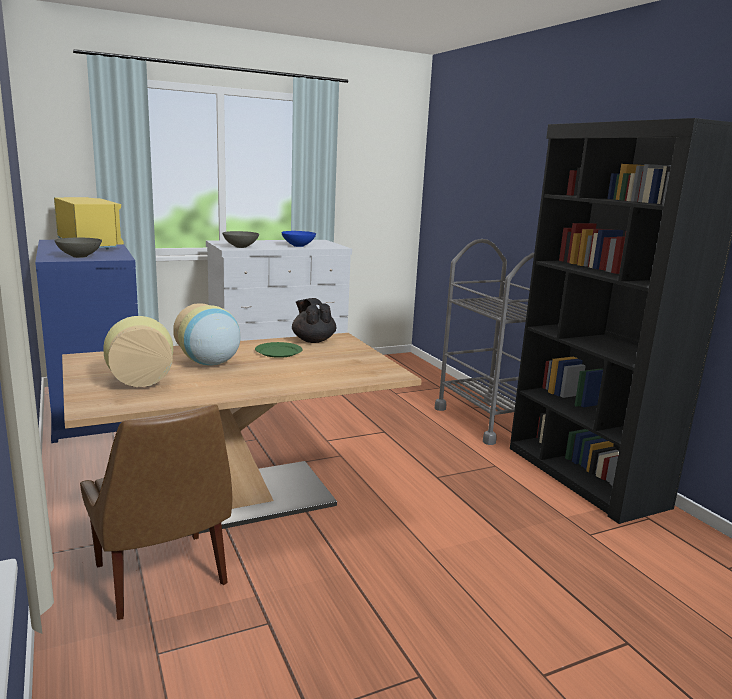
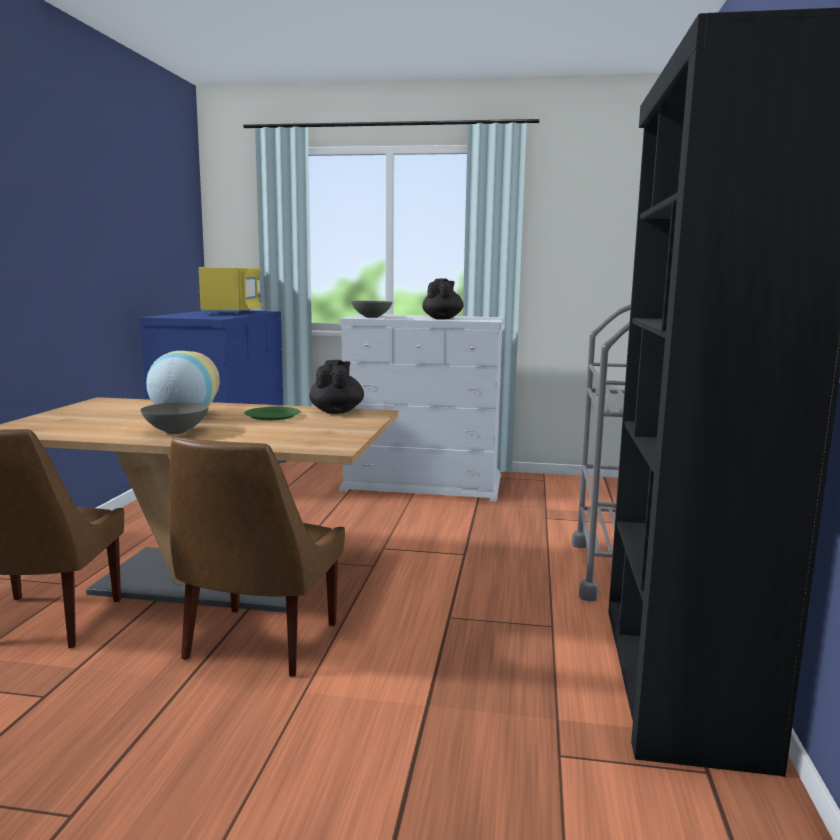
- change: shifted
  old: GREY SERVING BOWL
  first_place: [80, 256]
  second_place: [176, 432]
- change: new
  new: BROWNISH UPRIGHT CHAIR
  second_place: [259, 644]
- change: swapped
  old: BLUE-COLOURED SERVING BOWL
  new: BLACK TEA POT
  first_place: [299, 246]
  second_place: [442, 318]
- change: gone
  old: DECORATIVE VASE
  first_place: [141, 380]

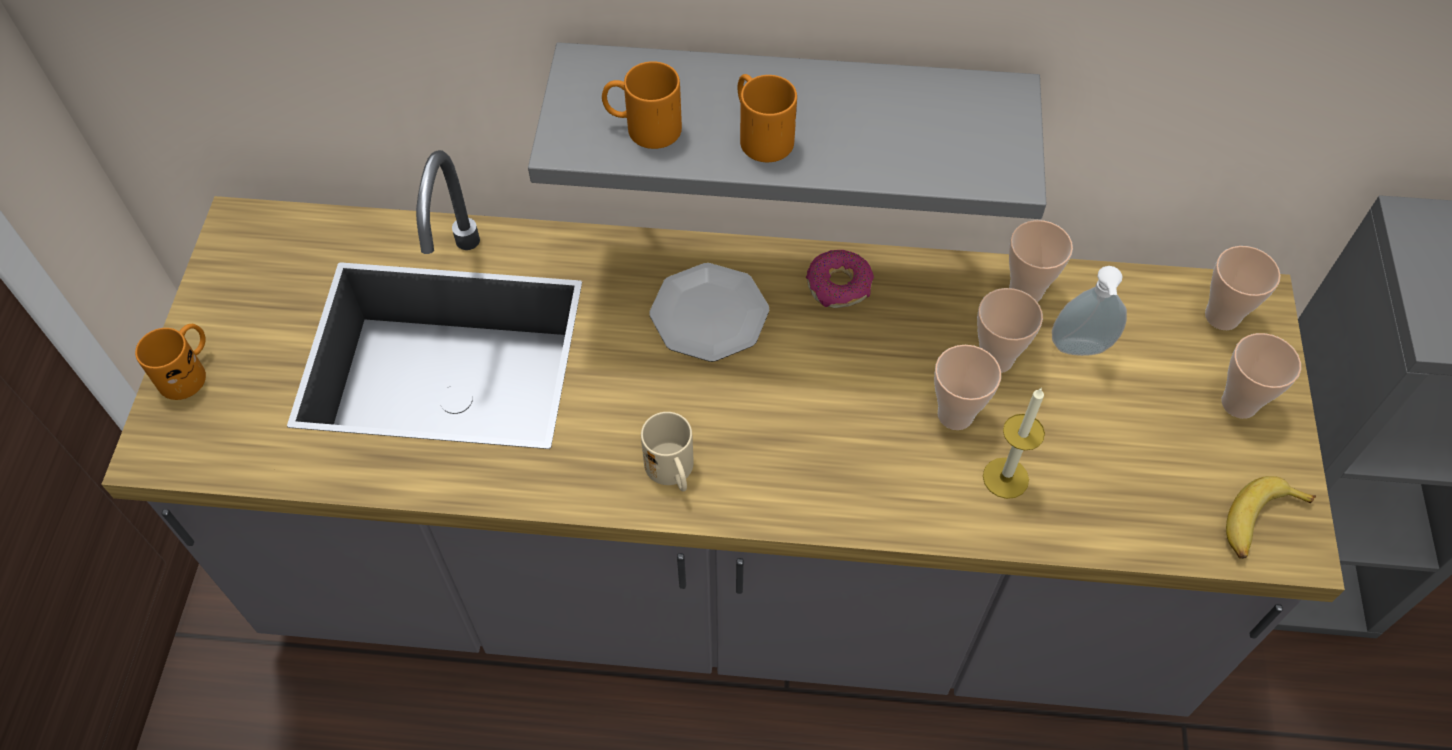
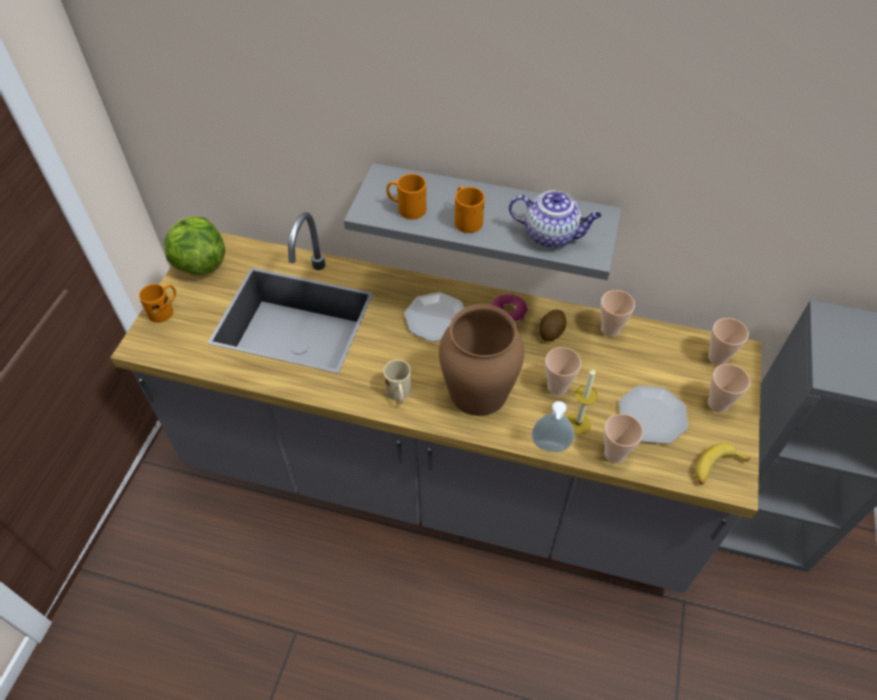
- change: new
  new: HEAD OF LETTUCE
  second_place: [200, 263]
- change: new
  new: BROWNISH DECORATIVE VASE
  second_place: [478, 391]
- change: new
  new: TEA POT
  second_place: [551, 235]
- change: shifted
  old: SOAP BOTTLE
  first_place: [1080, 350]
  second_place: [549, 448]
- change: new
  new: WHOLE POTATO
  second_place: [551, 331]
- change: shifted
  old: SMALL CUP
  first_place: [996, 358]
  second_place: [614, 454]
- change: new
  new: PLATE
  second_place: [653, 416]

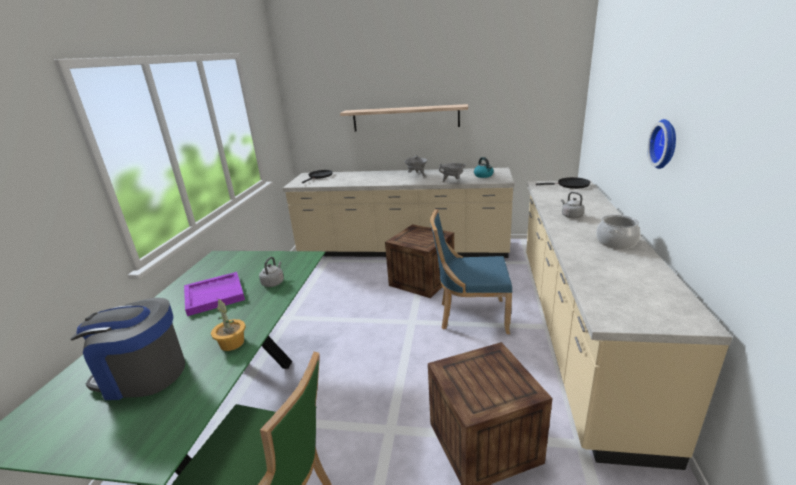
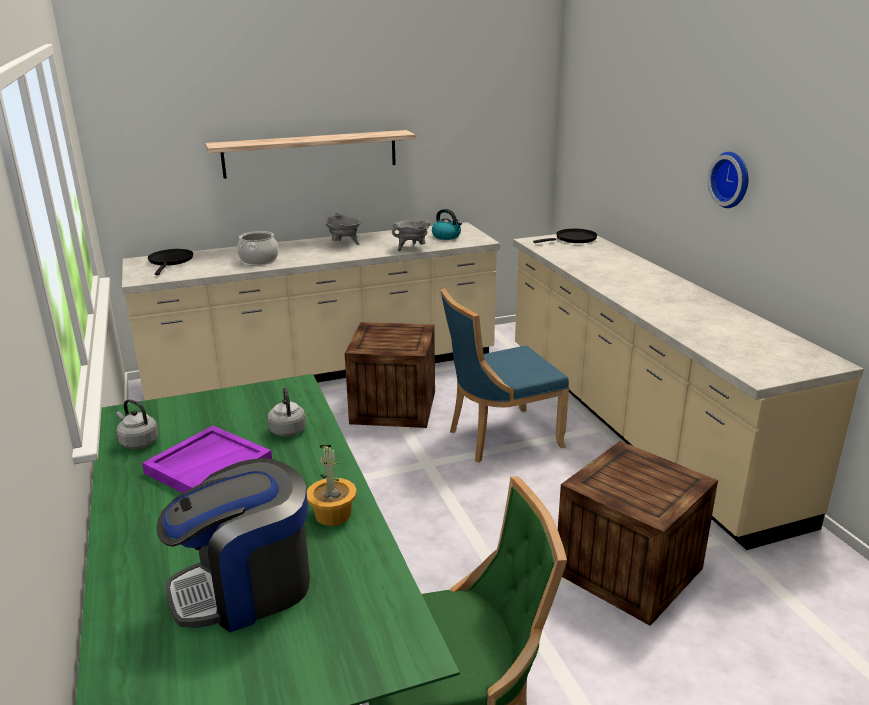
- change: shifted
  old: GREY KETTLE
  first_place: [571, 216]
  second_place: [138, 442]
- change: shifted
  old: STOCKPOT
  first_place: [616, 242]
  second_place: [259, 259]

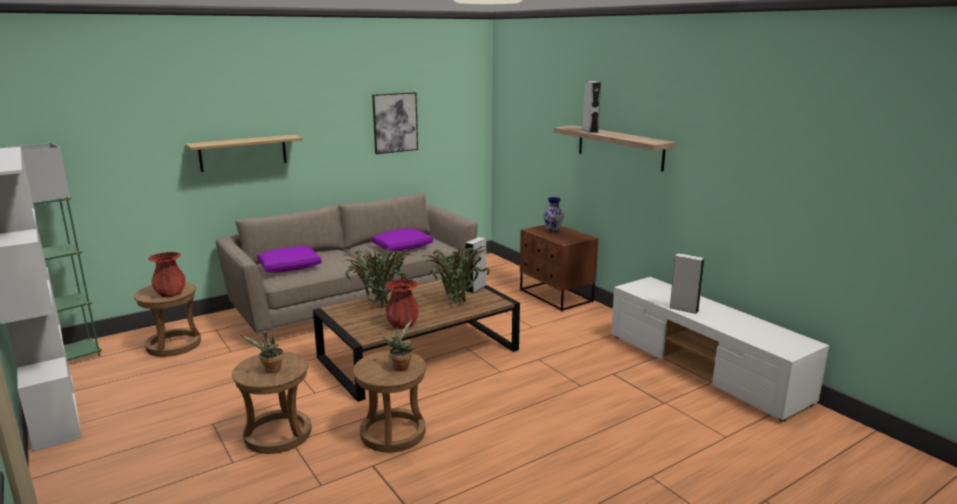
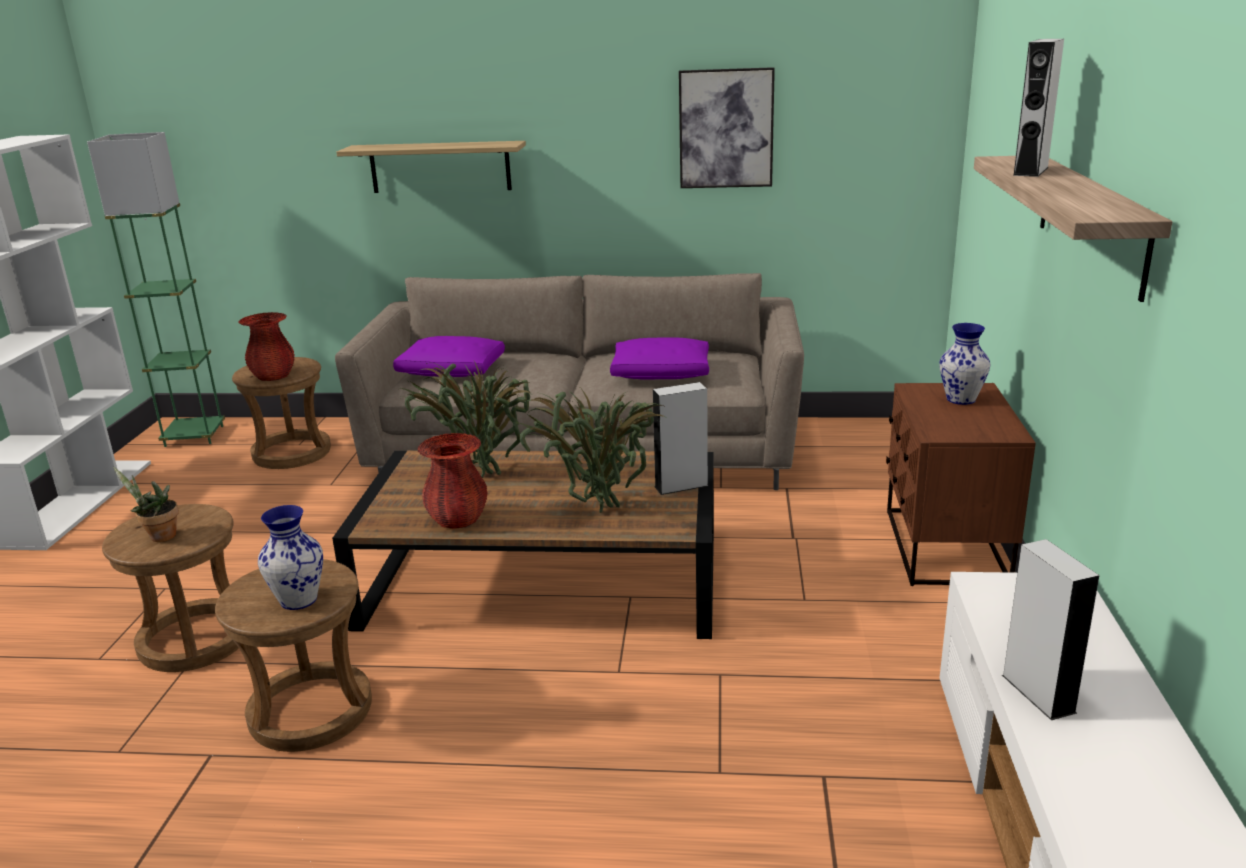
- change: swapped
  old: POTTED PLANT
  new: DECORATIVE VASE
  first_place: [401, 367]
  second_place: [297, 600]

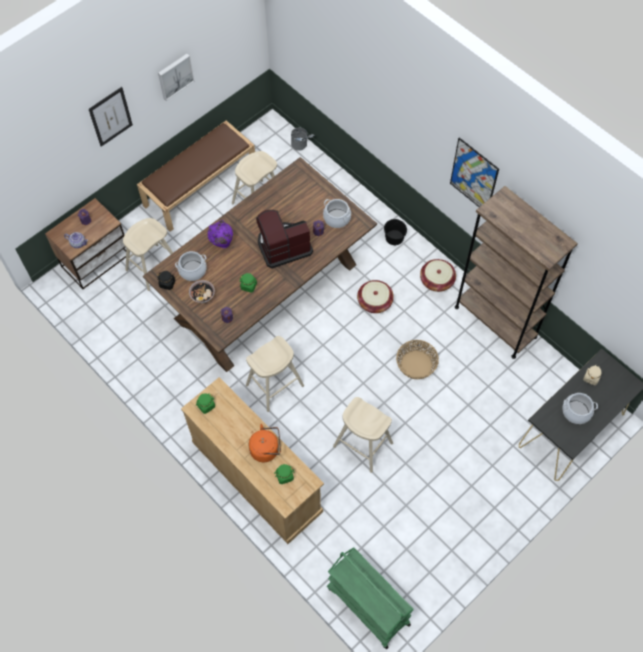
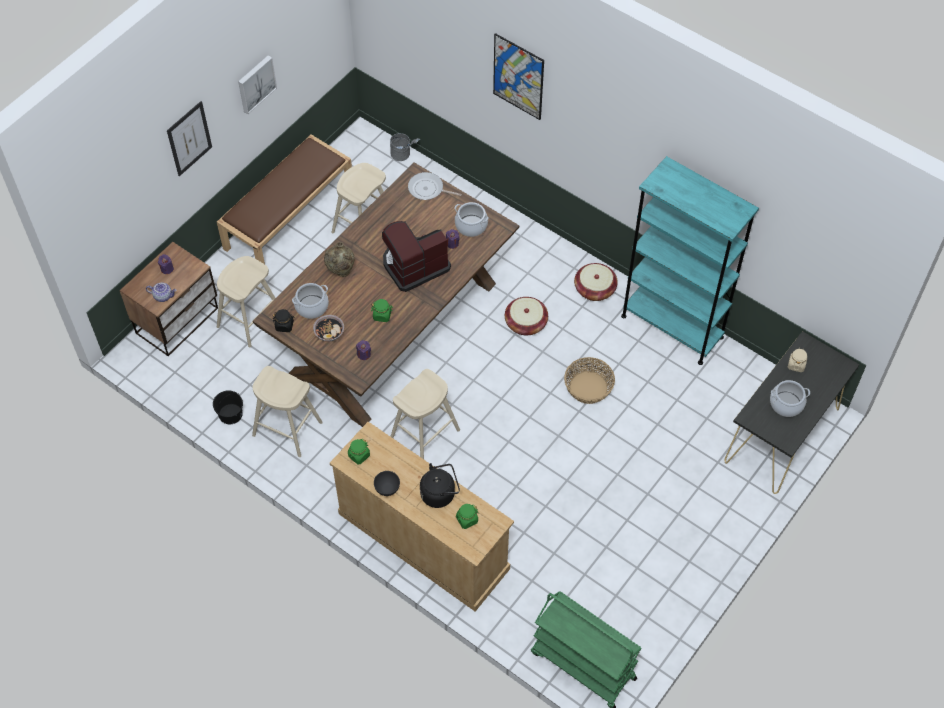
- change: shifted
  old: BLACK BUCKET
  first_place: [394, 237]
  second_place: [231, 414]
- change: shifted
  old: BEIGE SITTING STOOL
  first_place: [363, 445]
  second_place: [287, 429]
- change: repainted
  old: PURPLE DECORATIVE VASE
  new: BEIGE DECORATIVE VASE
  first_place: [222, 244]
  second_place: [341, 272]
- change: new
  new: GREY SERVING BOWL
  second_place: [387, 489]
- change: new
  new: FRYING PAN
  second_place: [428, 189]
- change: repainted
  old: ORANGE-COLOURED KETTLE
  new: BLACK KETTLE
  first_place: [266, 449]
  second_place: [440, 493]
- change: shifted
  old: WALL ART
  first_place: [474, 176]
  second_place: [518, 76]
- change: repainted
  old: BROWNISH BOOKSHELF
  new: TURQUOISE BOOKSHELF
  first_place: [495, 322]
  second_place: [672, 326]

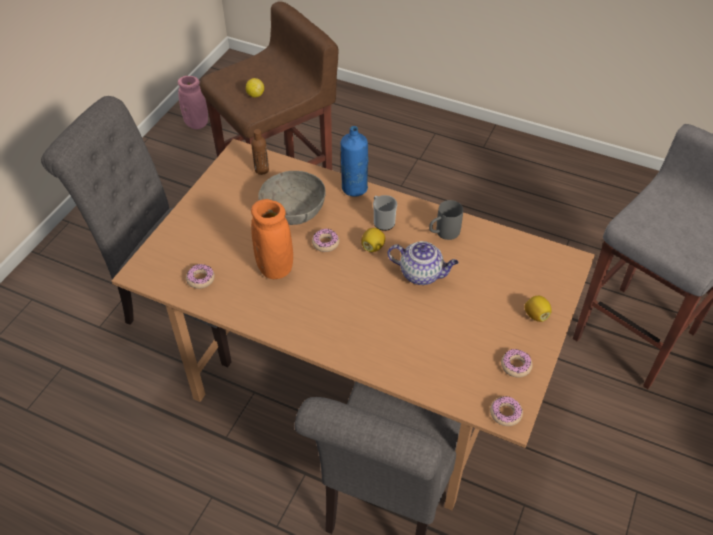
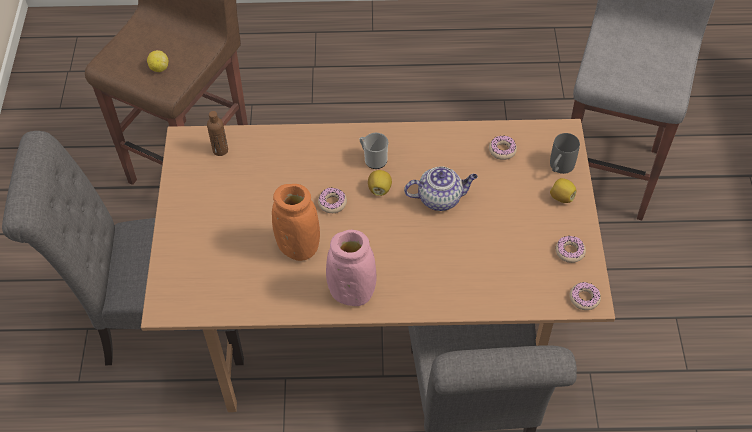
- change: shifted
  old: PINK-COLOURED DECORATIVE VASE
  first_place: [196, 123]
  second_place: [352, 292]
- change: shifted
  old: RING DOUGHNUT
  first_place: [200, 279]
  second_place: [502, 150]
- change: shifted
  old: GREY COFFEE MUG
  first_place: [443, 233]
  second_place: [559, 168]
- change: gone
  old: GREY SERVING BOWL
  first_place: [293, 211]
- change: gone
  old: BLUE-COLOURED BOTTLE
  first_place: [354, 188]

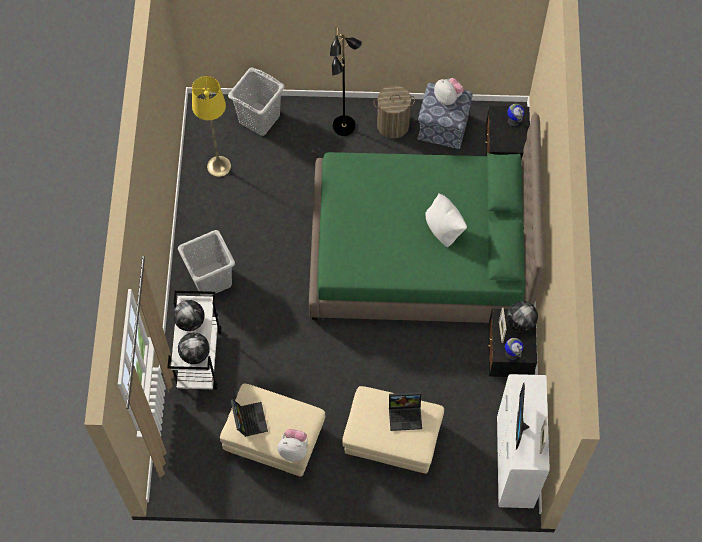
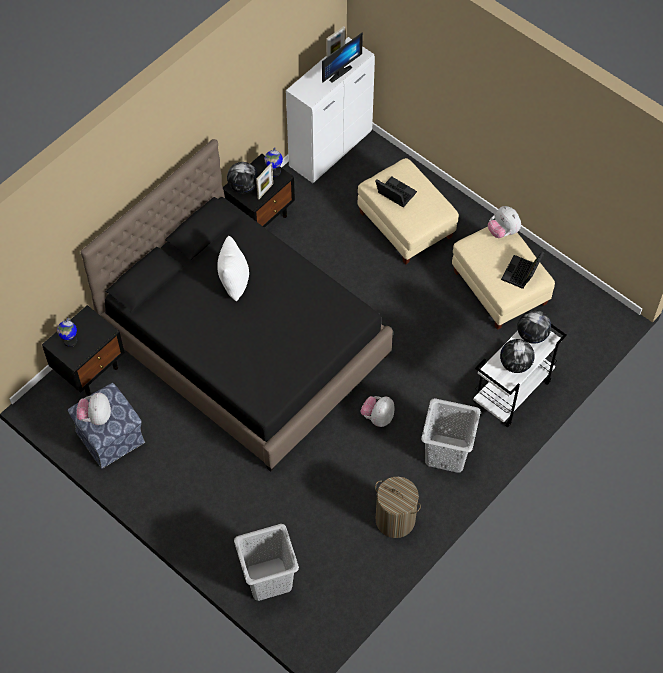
- change: repainted
  old: GREEN-COLOURED SLEEPING BED
  new: BLACK SLEEPING BED
  first_place: [420, 252]
  second_place: [245, 344]
- change: new
  new: SOFT TOY
  second_place: [378, 417]
- change: shifted
  old: LAUNDRY BASKET
  first_place: [393, 125]
  second_place: [395, 520]
- change: gone
  old: YELLOW STANDING LAMP
  first_place: [219, 166]
- change: gone
  old: BLACK STANDING LAMP
  first_place: [344, 127]

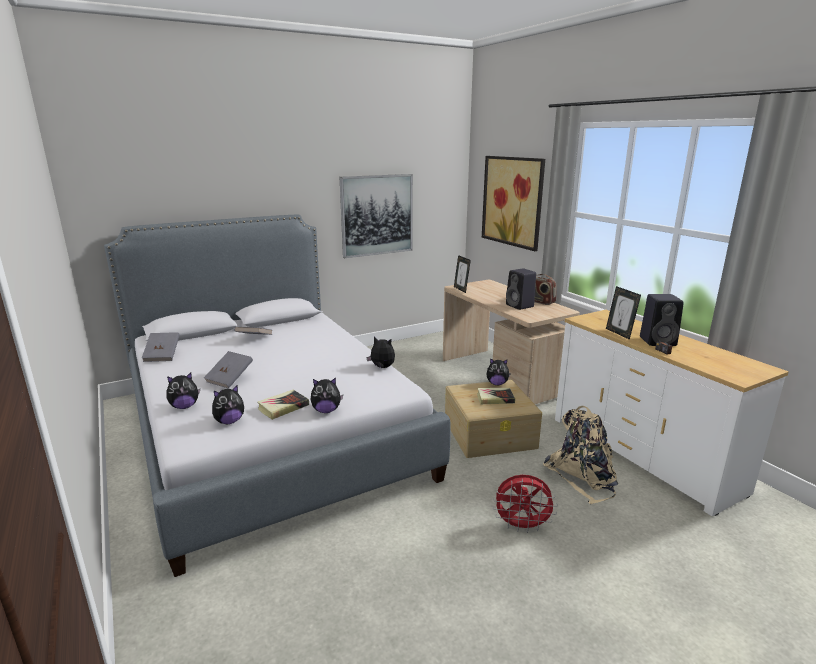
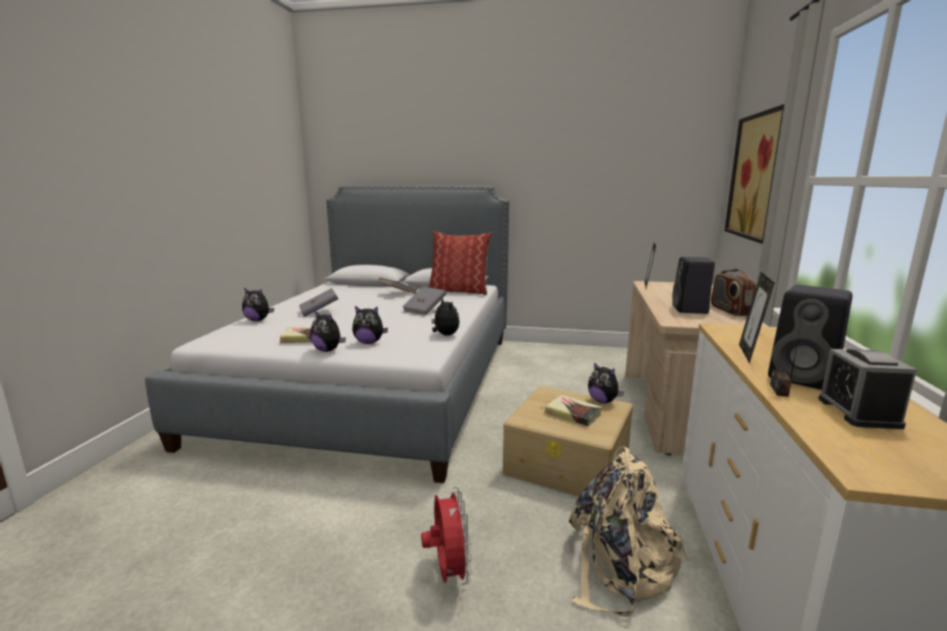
- change: shifted
  old: SOFT TOY
  first_place: [229, 421]
  second_place: [369, 342]
- change: shifted
  old: GREY BOOK
  first_place: [163, 355]
  second_place: [425, 310]
- change: rotated
  old: REDDISH COOLING FAN
  first_place: [522, 526]
  second_place: [448, 573]
  degrees: -150
- change: new
  new: PILLOW
  second_place: [459, 291]
- change: new
  new: BEDSIDE CLOCK
  second_place: [858, 412]
- change: gone
  old: WALL ART
  first_place: [377, 215]

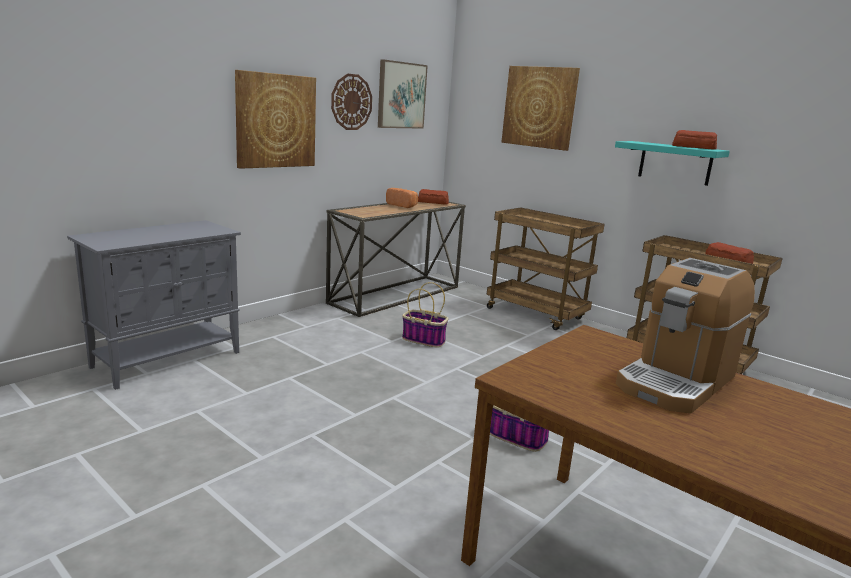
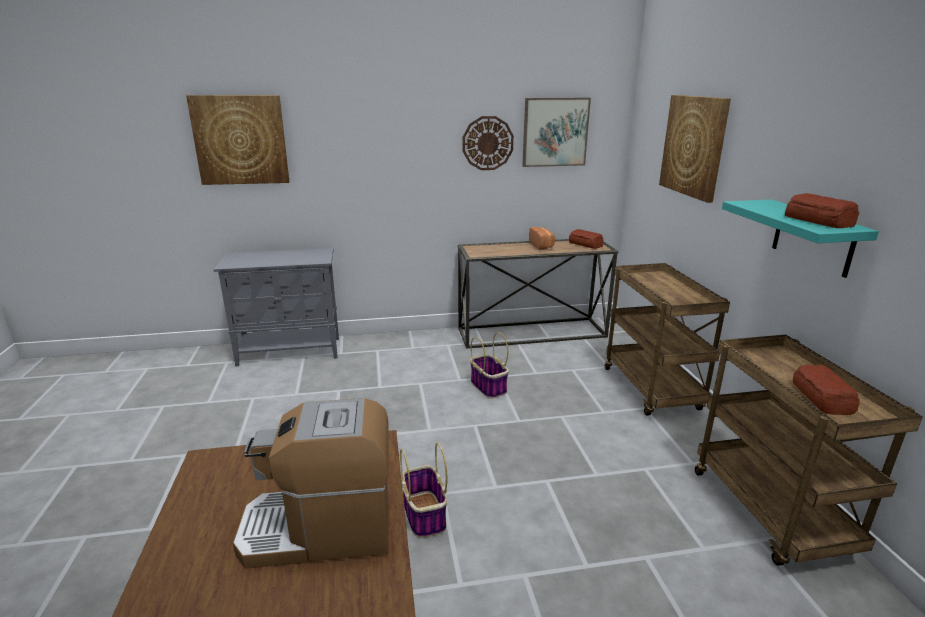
- change: shifted
  old: WALL ART
  first_place: [275, 121]
  second_place: [240, 140]

